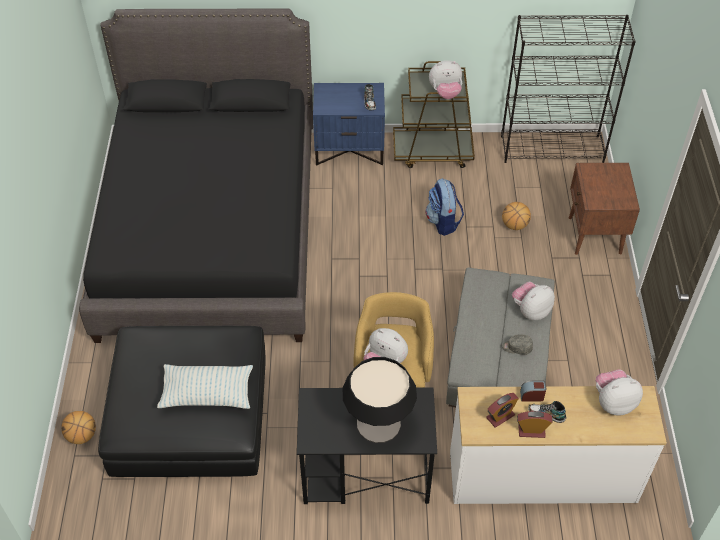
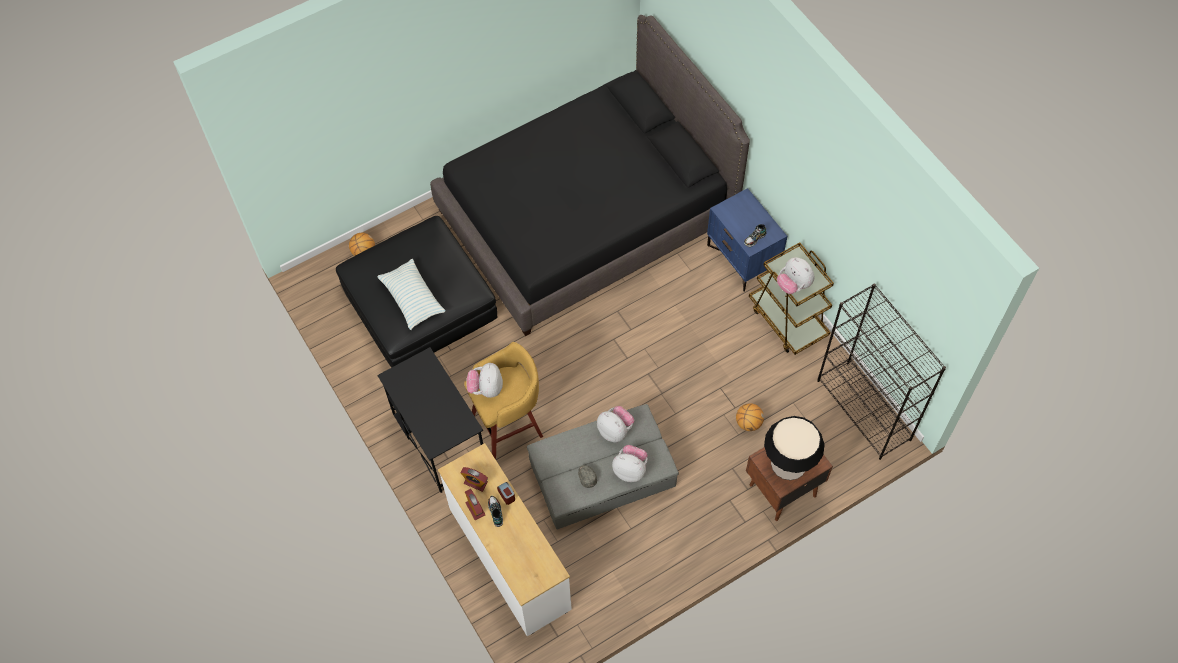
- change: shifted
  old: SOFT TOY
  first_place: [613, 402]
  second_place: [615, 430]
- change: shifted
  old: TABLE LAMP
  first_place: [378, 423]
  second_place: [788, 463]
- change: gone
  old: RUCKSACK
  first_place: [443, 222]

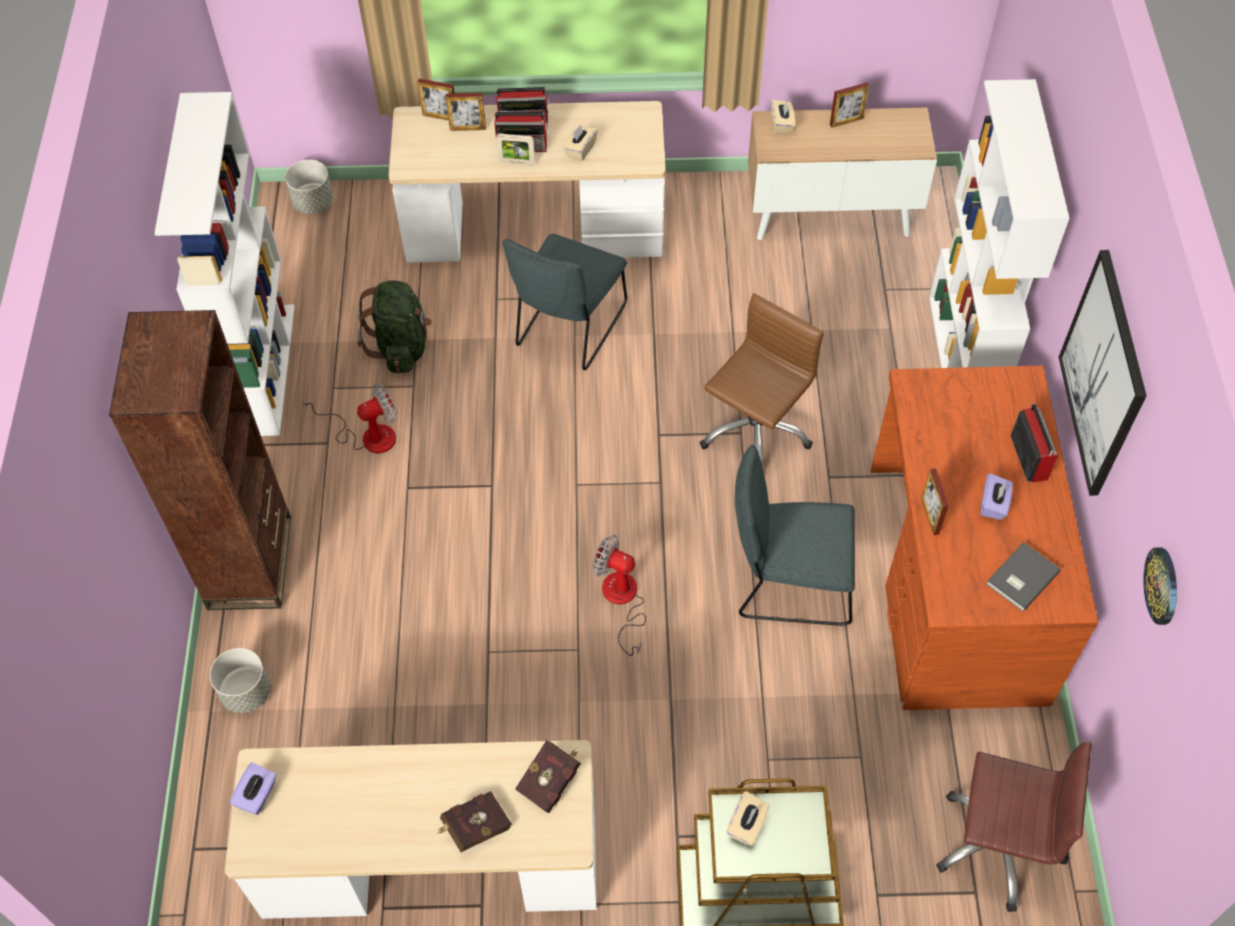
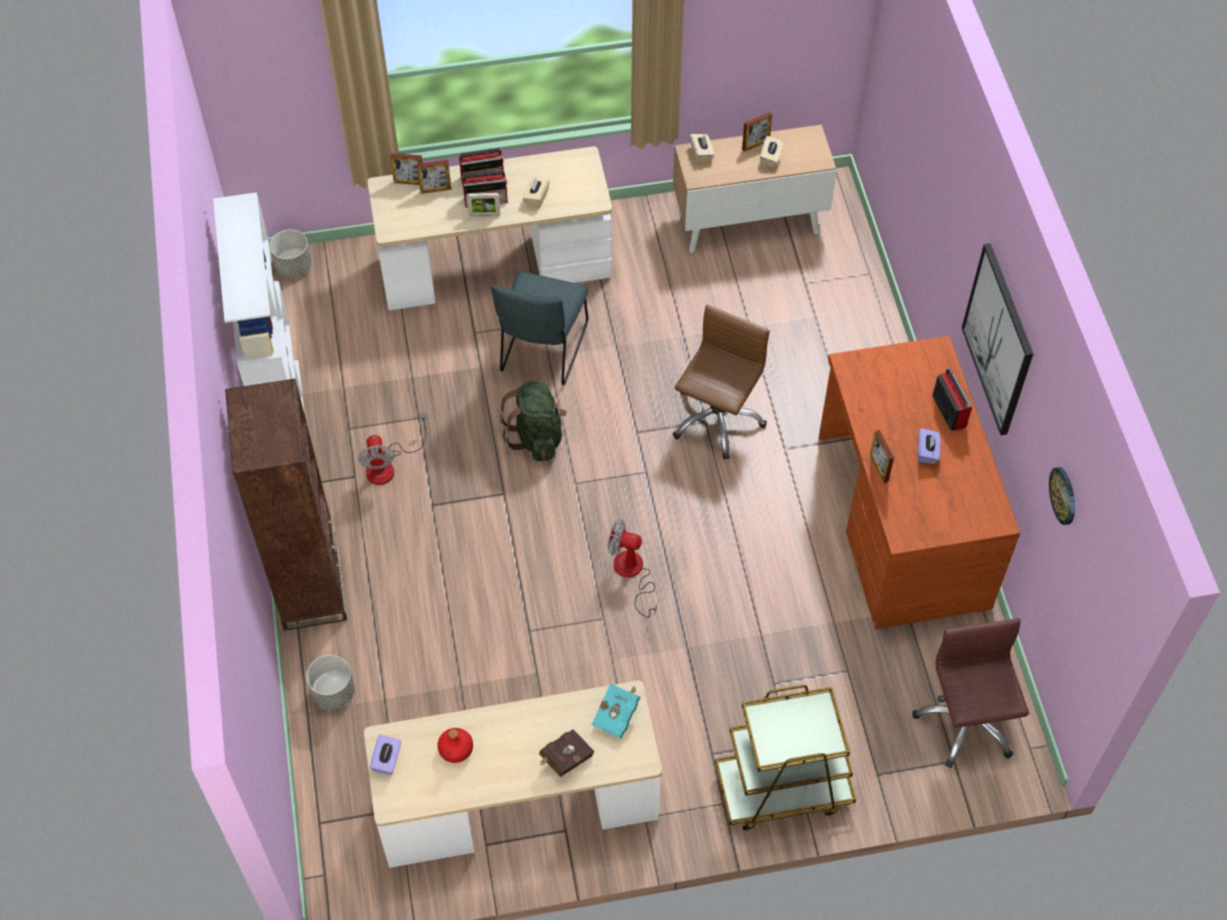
- change: rotated
  old: COOLING FAN
  first_place: [367, 435]
  second_place: [388, 465]
  degrees: 120
- change: new
  new: REDDISH BOTTLE
  second_place: [456, 748]
- change: shifted
  old: GREEN-COLOURED RUCKSACK
  first_place: [401, 346]
  second_place: [537, 436]
- change: repainted
  old: REDDISH BOOK
  new: TURQUOISE BOOK
  first_place: [551, 780]
  second_place: [617, 715]
- change: shifted
  old: BEIGE TISSUE BOX
  first_place: [747, 825]
  second_place: [771, 158]
- change: rotated
  old: BROWNISH COMPUTER CHAIR
  first_place: [998, 844]
  second_place: [966, 722]
  degrees: -105
- change: gone
  old: GREY UPRIGHT CHAIR
  first_place: [788, 583]
- change: gone
  old: WHITE BOOKSHELF
  first_place: [962, 359]
- change: gone
  old: GREY BOOK
  first_place: [1020, 577]

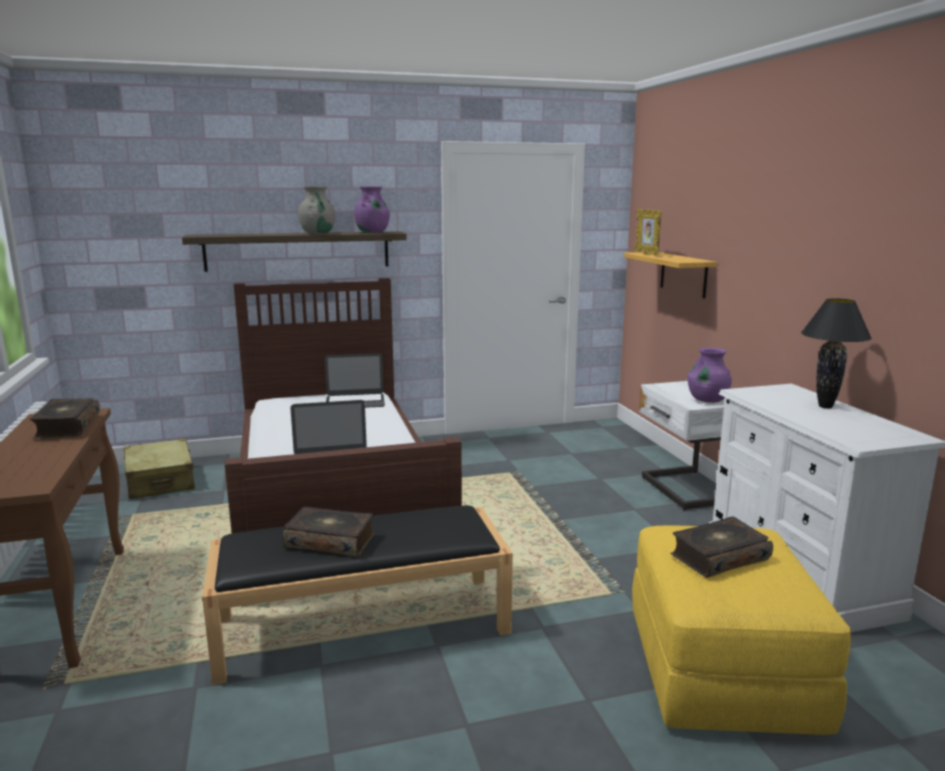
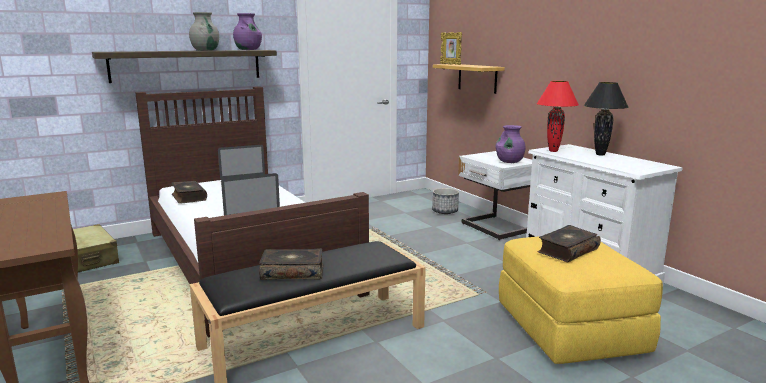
- change: shifted
  old: BOOK
  first_place: [66, 427]
  second_place: [188, 197]
- change: new
  new: PLANTER
  second_place: [445, 211]
- change: new
  new: REDDISH TABLE LAMP
  second_place: [553, 151]

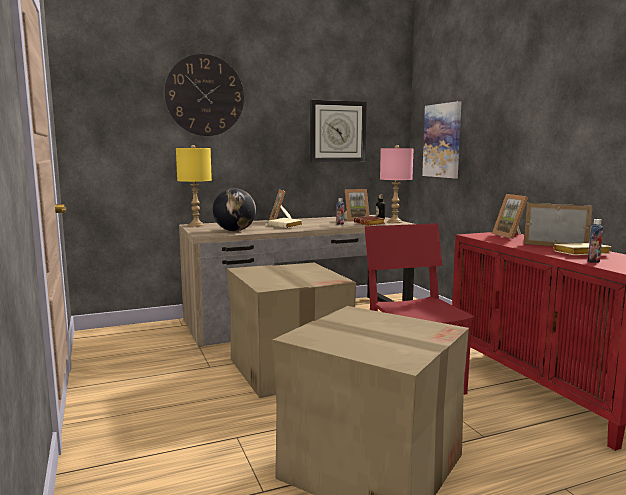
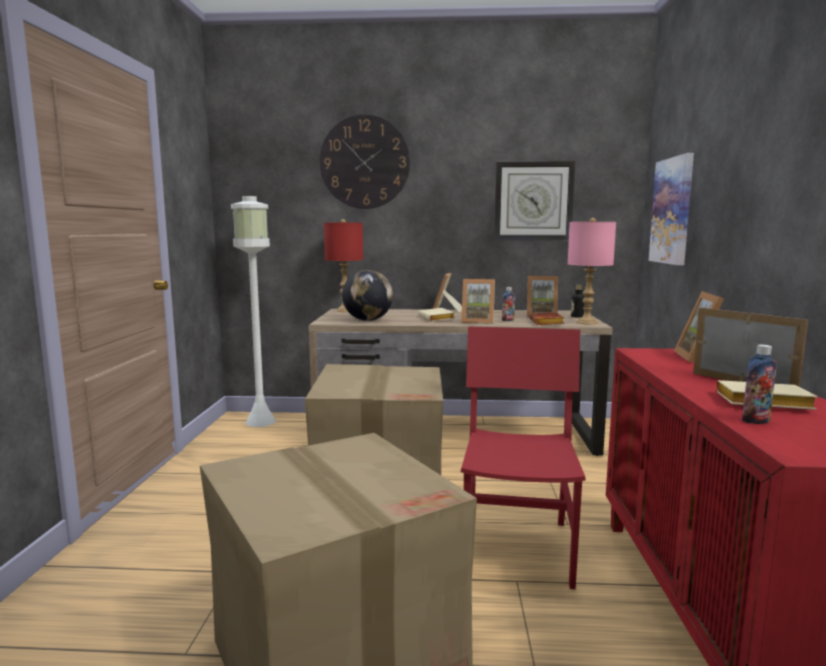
- change: new
  new: WHITE STANDING LAMP
  second_place: [261, 421]
- change: repainted
  old: YELLOW TABLE LAMP
  new: REDDISH TABLE LAMP
  first_place: [196, 225]
  second_place: [344, 310]
- change: new
  new: PICTURE FRAME
  second_place: [477, 321]

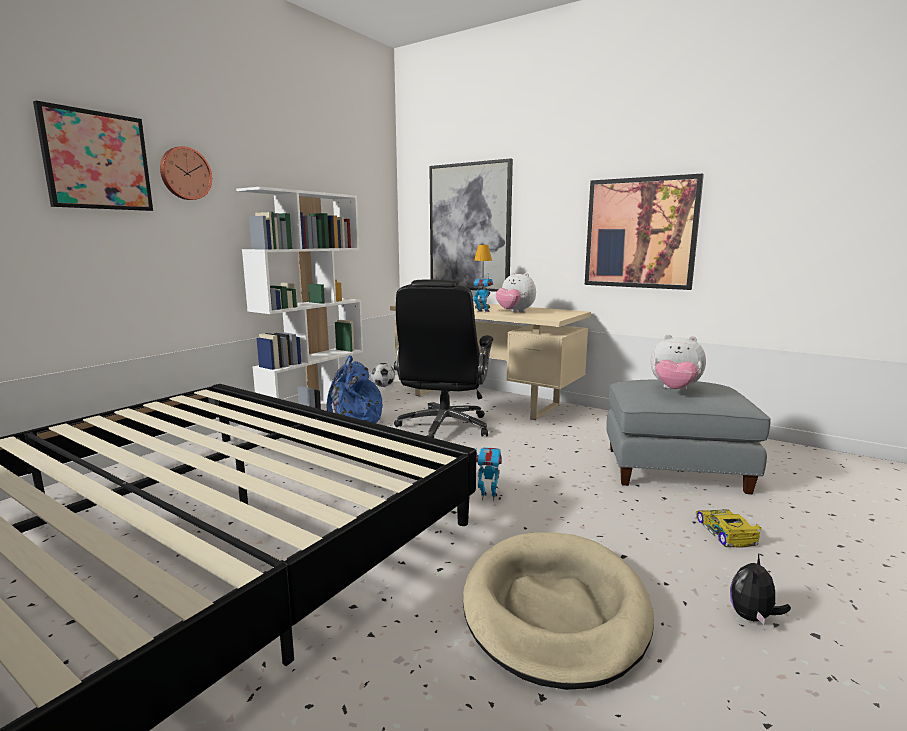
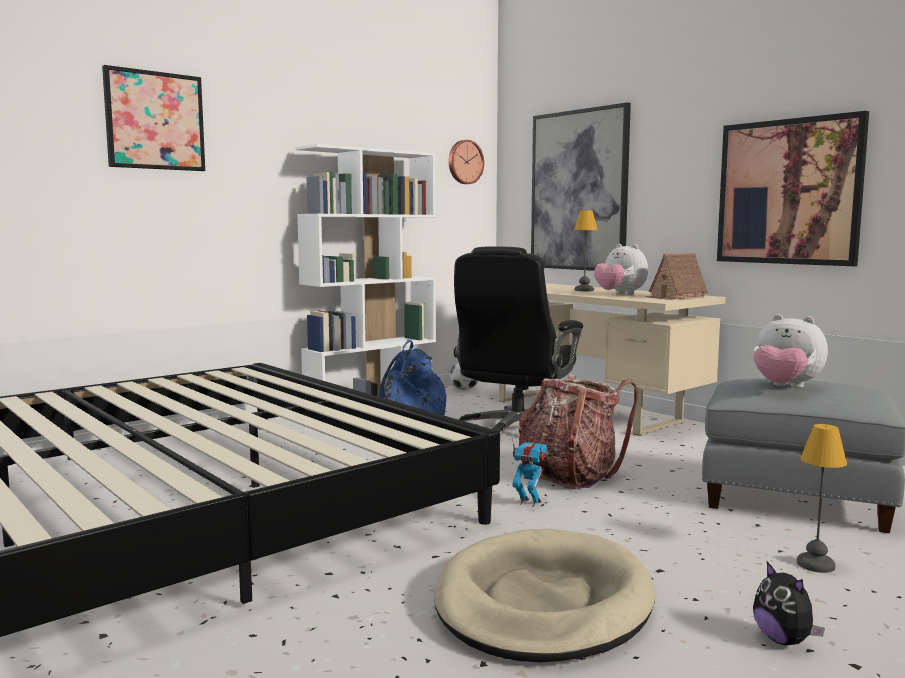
- change: shifted
  old: WALL CLOCK
  first_place: [185, 173]
  second_place: [464, 162]
- change: new
  new: RUCKSACK
  second_place: [569, 475]
- change: new
  new: MINIATURE HOUSE
  second_place: [675, 297]
- change: rotated
  old: SOFT TOY
  first_place: [752, 617]
  second_place: [783, 640]
  degrees: -75
- change: swapped
  old: MODEL CAR
  new: TABLE LAMP
  first_place: [725, 533]
  second_place: [815, 565]
- change: gone
  old: ROBOT FIGURE
  first_place: [482, 311]

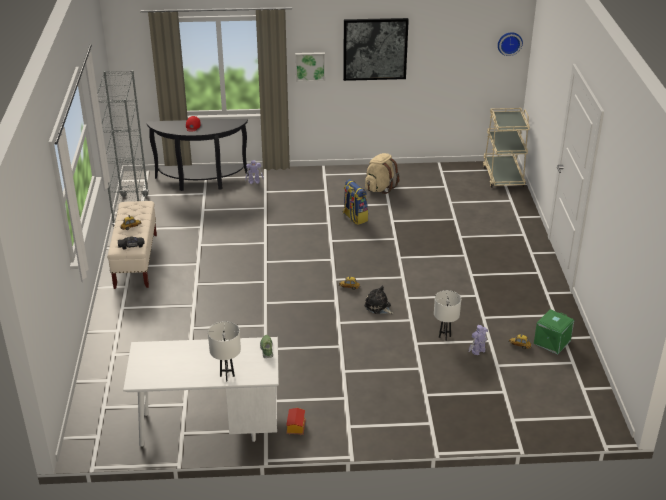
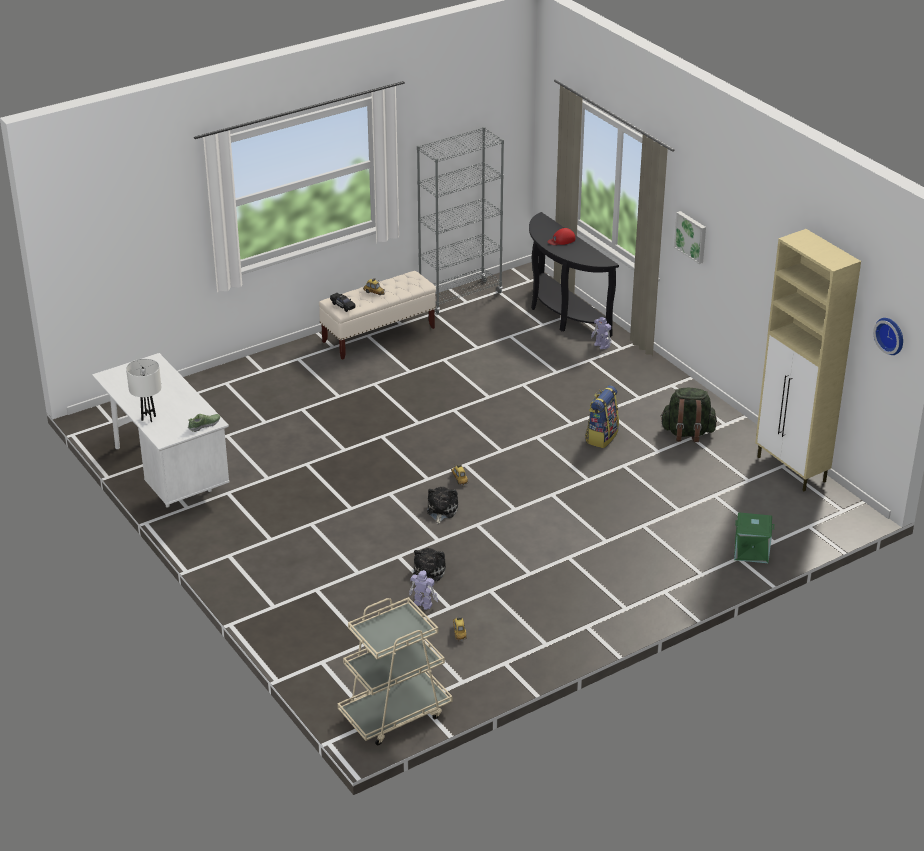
- change: shifted
  old: BEIGE WHEELED CART
  first_place: [503, 176]
  second_place: [395, 713]
- change: swapped
  old: WHITE TABLE LAMP
  new: SOFT TOY
  first_place: [445, 337]
  second_place: [428, 573]
- change: repainted
  old: BEIGE RUCKSACK
  new: GREEN-COLOURED RUCKSACK
  first_place: [380, 188]
  second_place: [687, 433]
- change: shifted
  old: GREEN-COLOURED STORAGE CONTAINER
  first_place: [551, 341]
  second_place: [751, 550]
- change: new
  new: BEIGE CUPBOARD
  second_place: [791, 470]
- change: gone
  old: MINIATURE HOUSE
  first_place: [295, 427]
- change: gone
  old: WALL ART
  first_place: [375, 49]

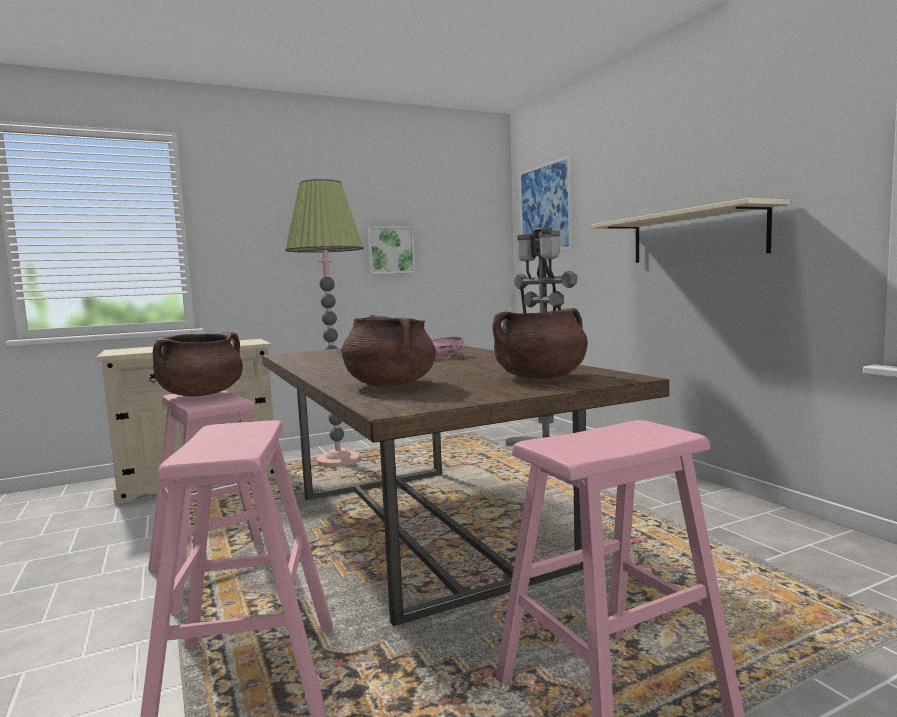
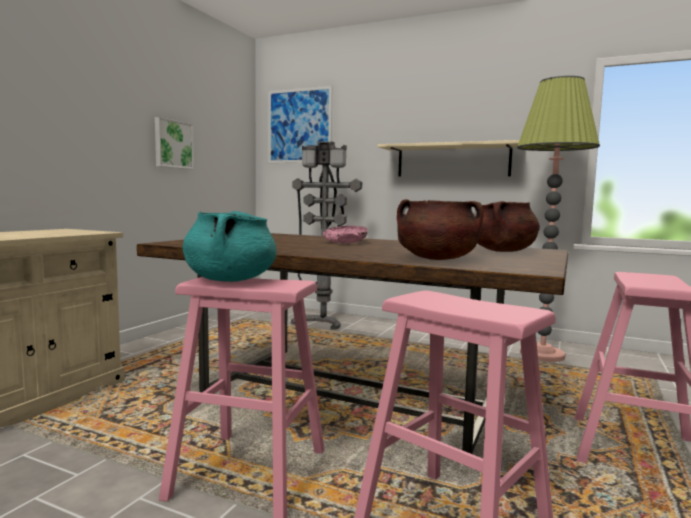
- change: repainted
  old: BROWNISH STOCKPOT
  new: TURQUOISE STOCKPOT
  first_place: [202, 394]
  second_place: [230, 280]
- change: shifted
  old: STANDING LAMP
  first_place: [338, 460]
  second_place: [542, 355]

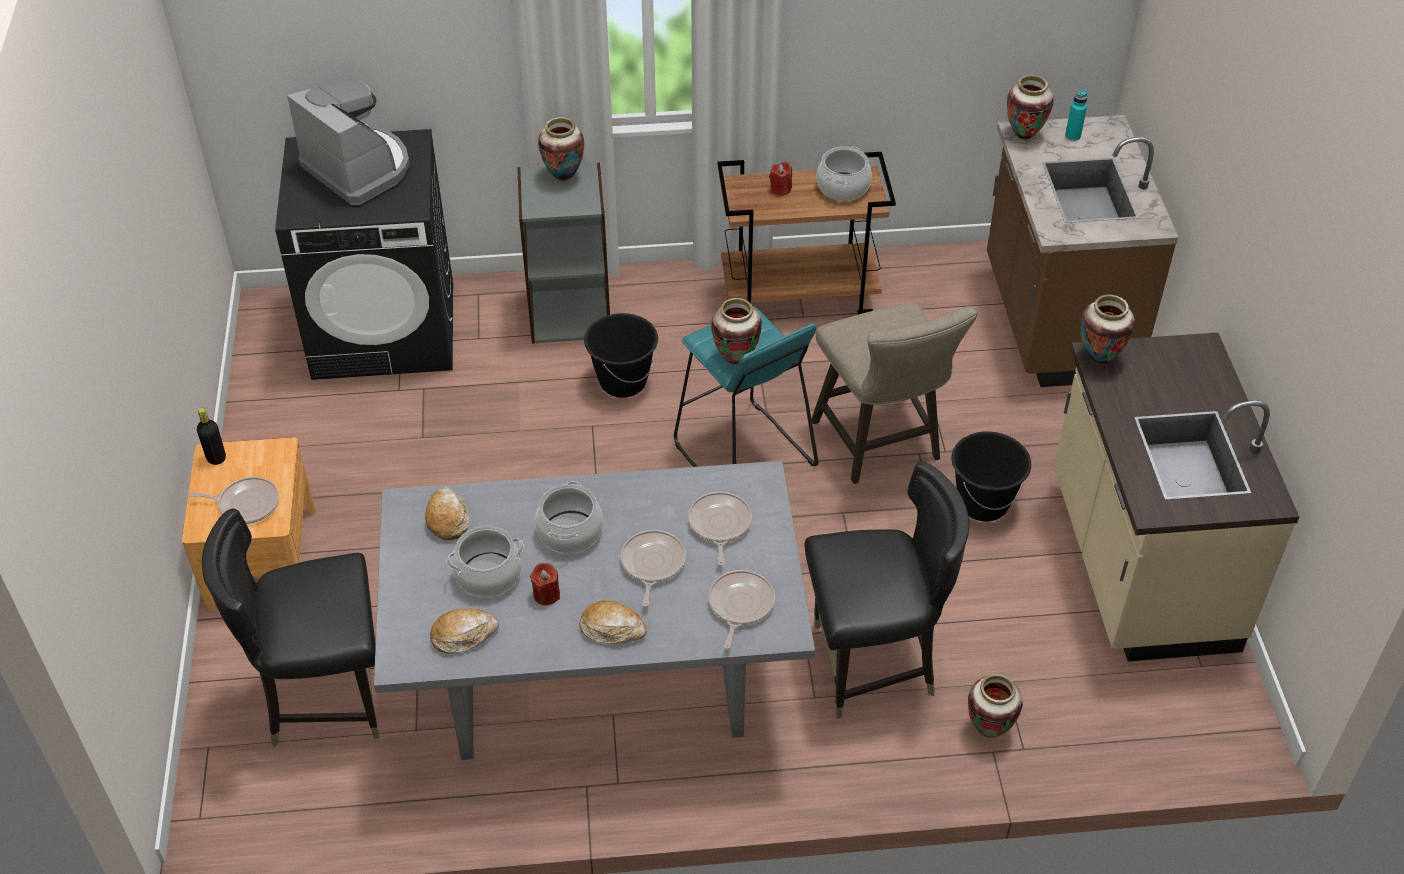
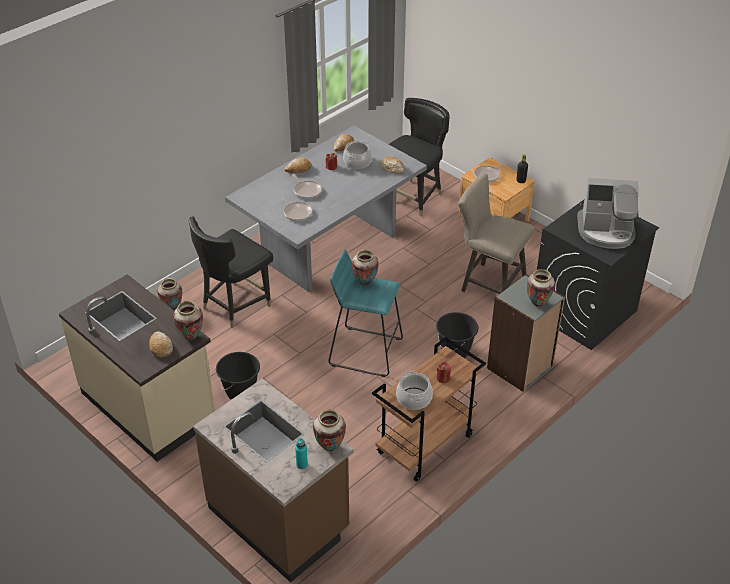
- change: new
  new: BAKED BREAD
  second_place: [161, 347]
- change: shifted
  old: BEIGE SITTING STOOL
  first_place: [881, 446]
  second_place: [489, 283]
- change: gone
  old: STOCKPOT
  first_place: [569, 532]
- change: gone
  old: FRYING PAN
  first_place: [740, 605]

